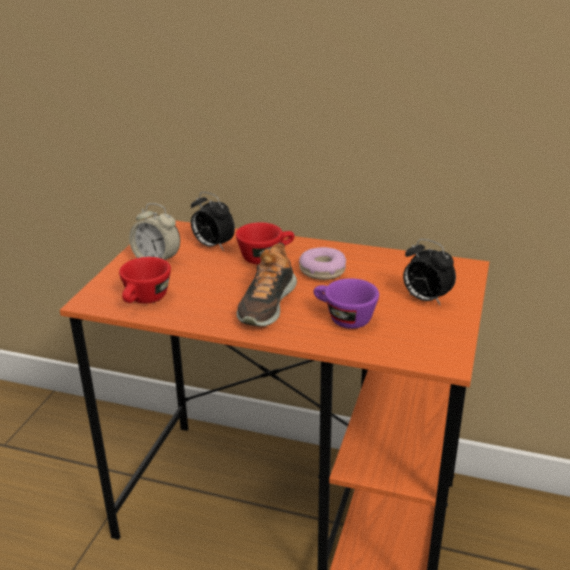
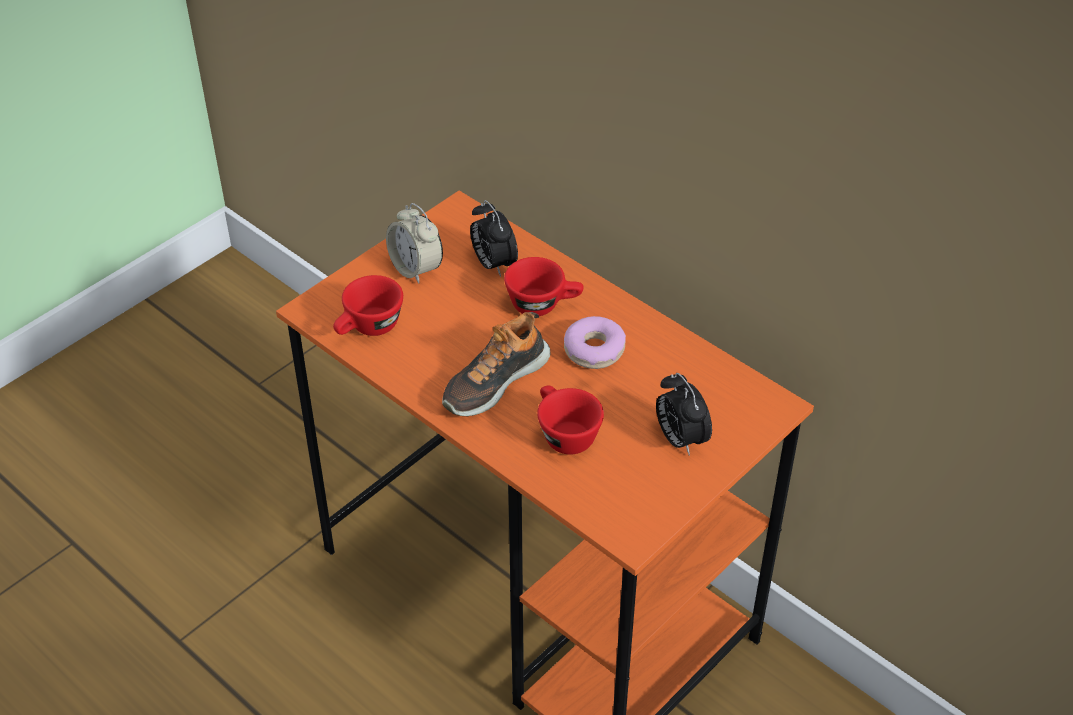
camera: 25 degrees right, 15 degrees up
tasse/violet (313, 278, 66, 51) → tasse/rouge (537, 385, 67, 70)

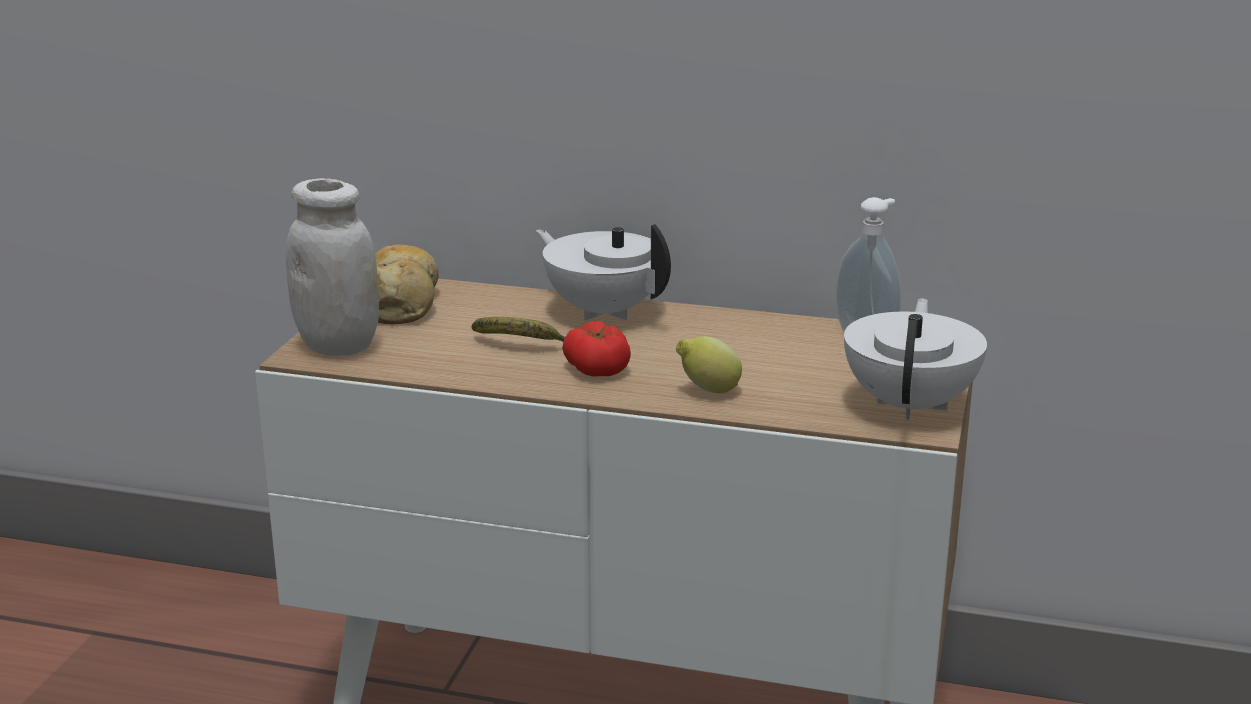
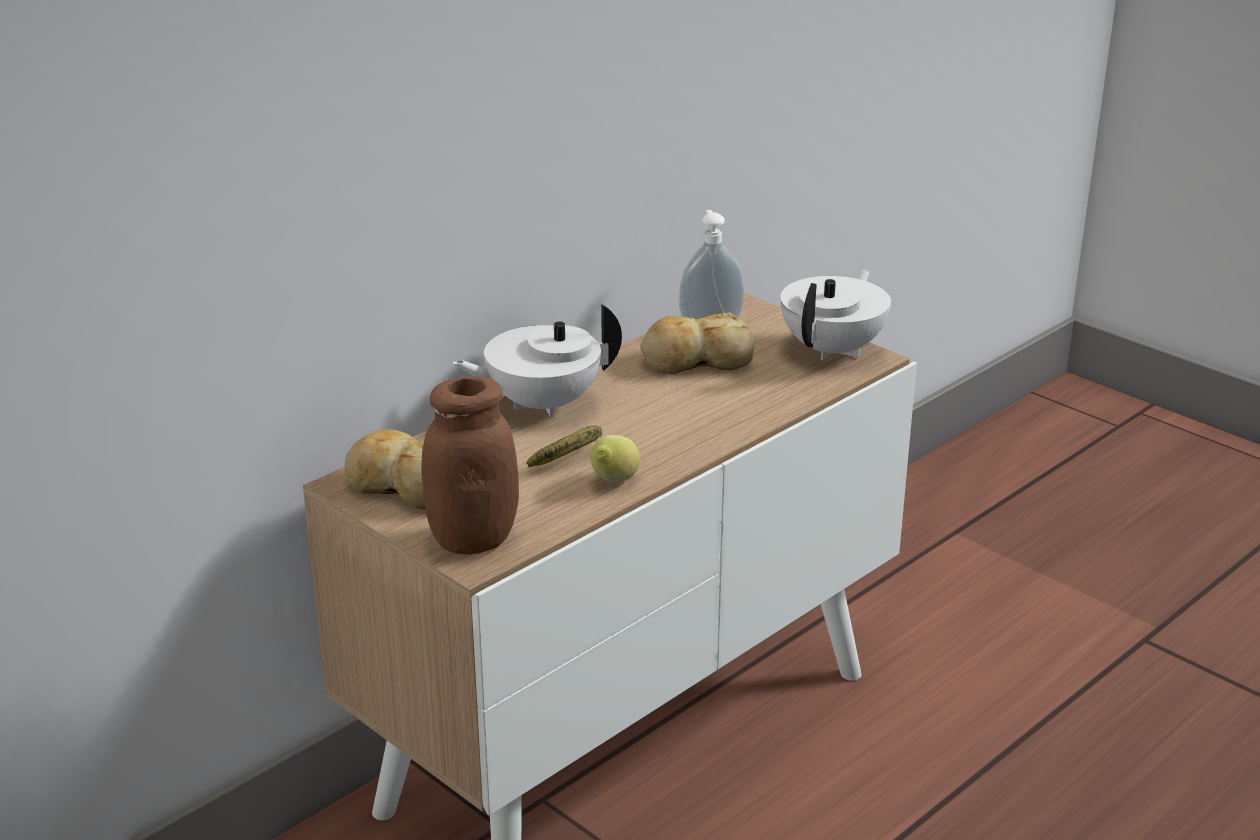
camera: 60 degrees left, 5 degrees up
tomate (562, 321, 69, 55) → -
- → pain (640, 312, 114, 62)
citron (676, 336, 66, 57) → citron (590, 435, 50, 48), moved
bocal/blanc (286, 178, 93, 178) → bocal/marron (421, 376, 98, 179)
théière/blanc (844, 298, 143, 122) → théière/blanc (780, 268, 111, 93), 75 degrees clockwise

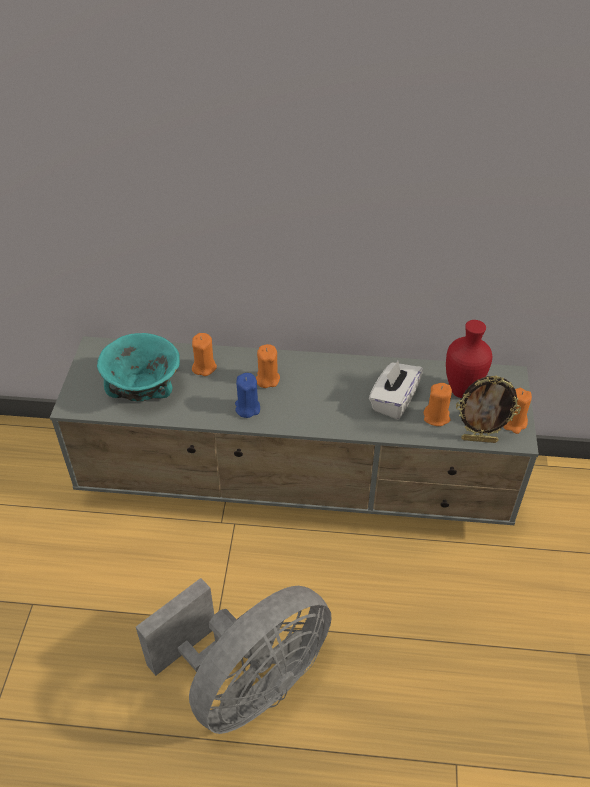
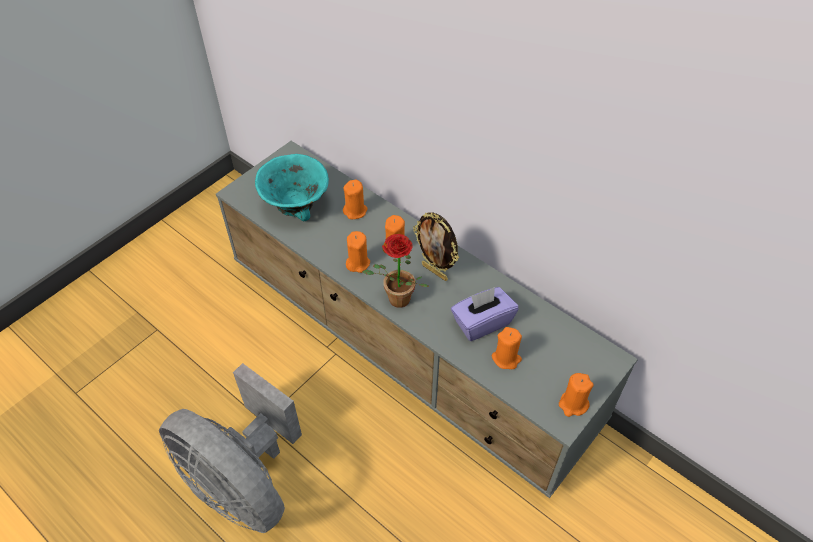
camera: 35 degrees right, 5 degrees up
vase/rouge (446, 320, 46, 78) → -
- → plante en pot (363, 234, 66, 74)
cadre photo (456, 376, 65, 67) → cadre photo (413, 212, 46, 69), moved
bougie/bleu (235, 373, 25, 45) → bougie/orange (346, 231, 24, 42)
boîte à mouchoirs/blanc (369, 361, 54, 58) → boîte à mouchoirs/violet (451, 287, 67, 54)
ventilateur/gris (136, 578, 195, 156) → ventilateur/gris (159, 363, 143, 170), 45 degrees clockwise

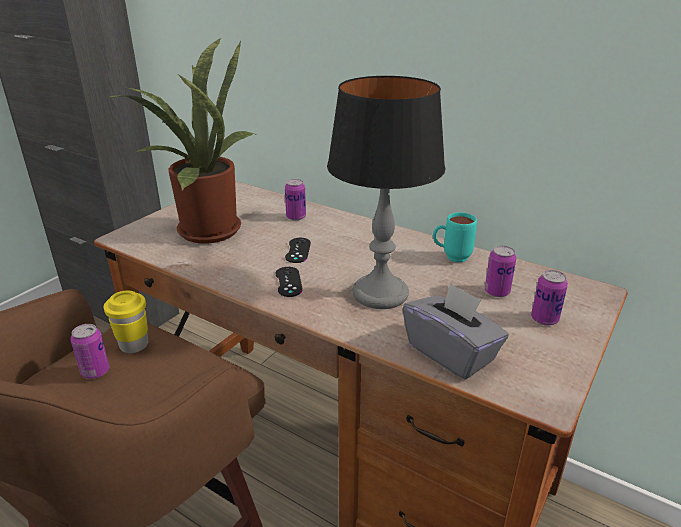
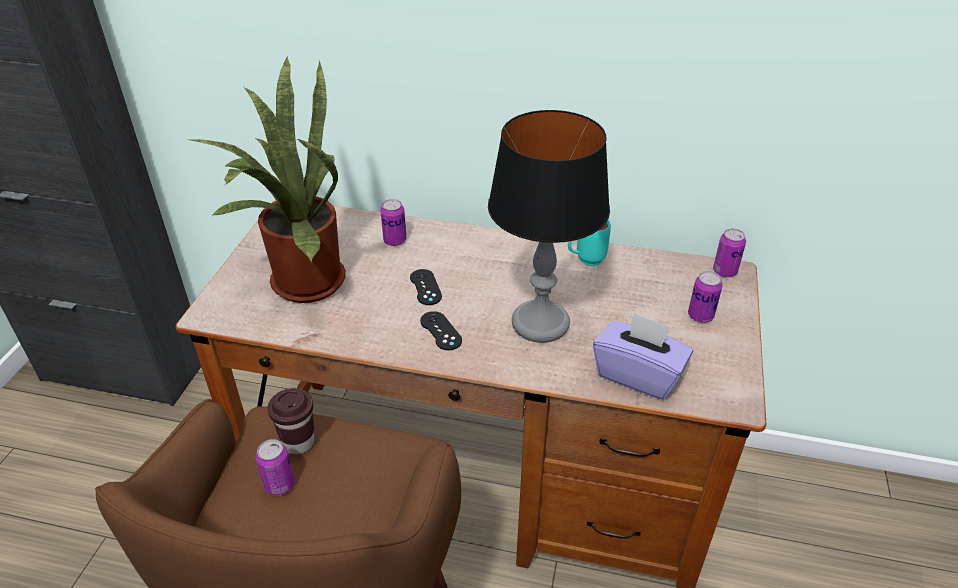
camera: 20 degrees left, 10 degrees up
boîte métallique (485, 246, 31, 51) → boîte métallique (713, 229, 33, 48), moved
tasse/jaune (104, 290, 44, 63) → tasse/marron (267, 388, 47, 66)
boîte à mouchoirs/gris (403, 282, 106, 98) → boîte à mouchoirs/violet (593, 313, 100, 87)

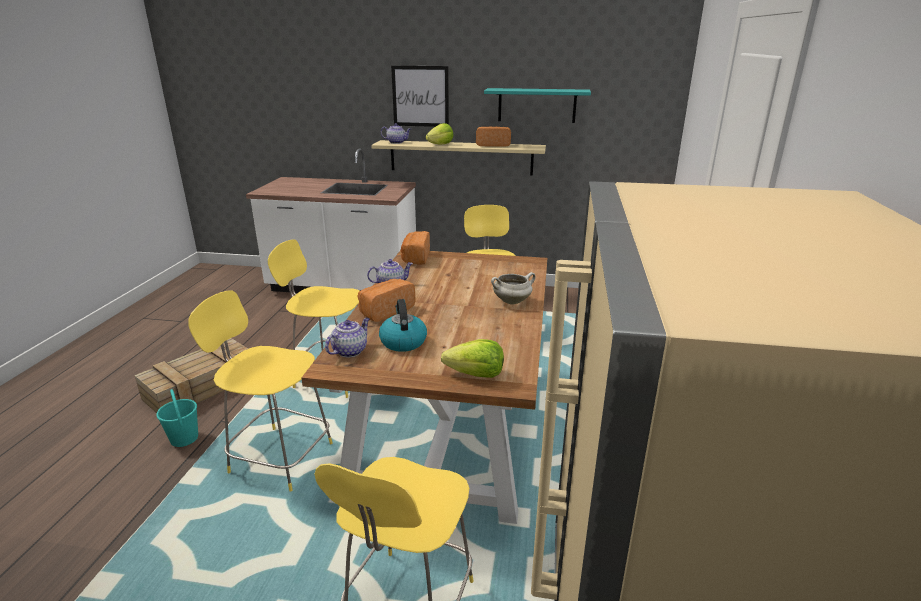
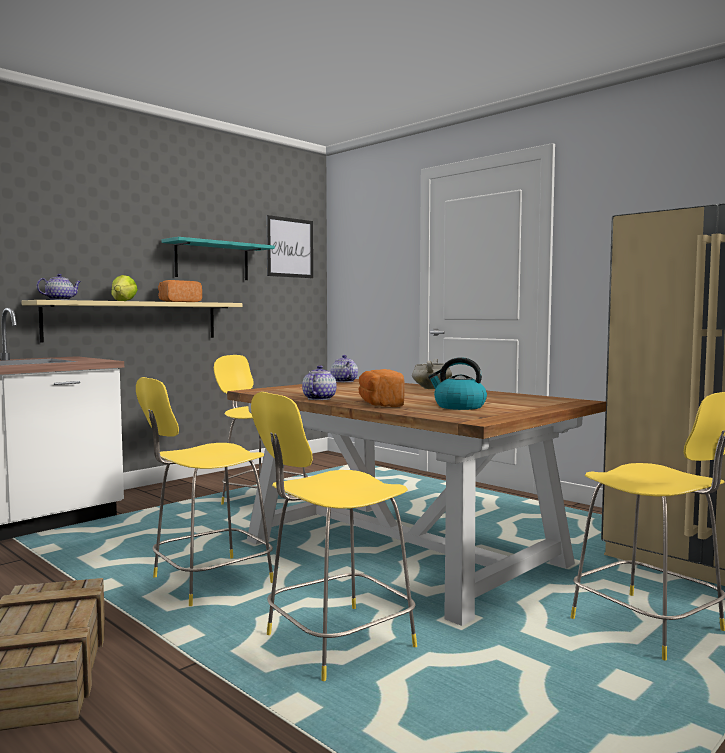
camera: 55 degrees left, 20 degrees down
seau/turquoise (156, 389, 42, 58) → -
pain (401, 231, 29, 34) → -
laitue (441, 339, 63, 39) → -
théière (325, 318, 45, 39) → théière (331, 355, 27, 27), moved
tableau (391, 66, 58, 61) → tableau (266, 215, 47, 63), moved

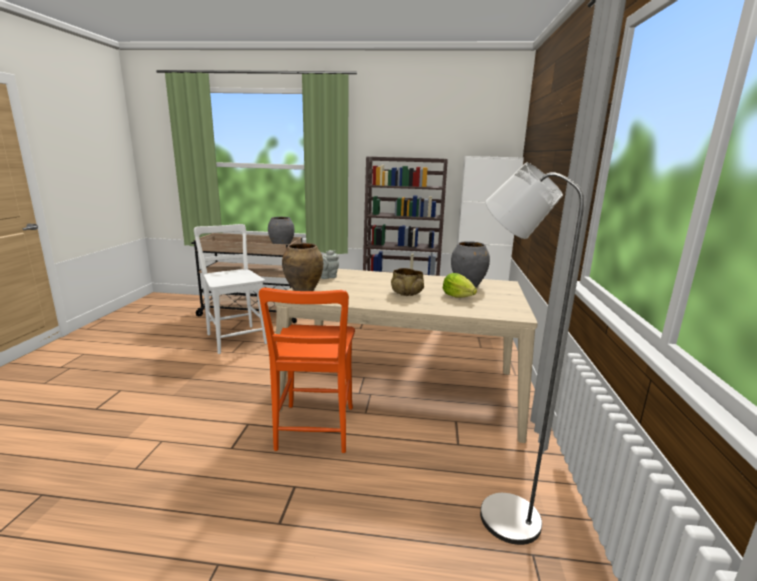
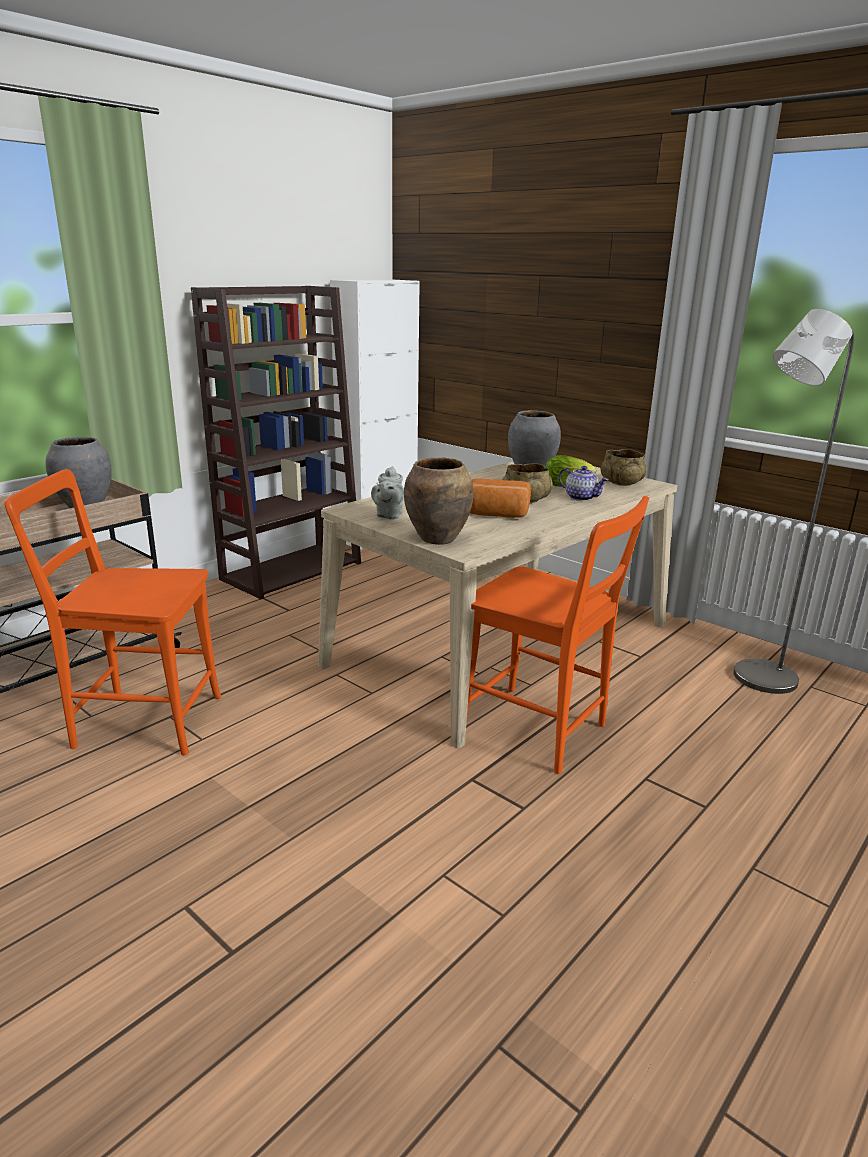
camera: 55 degrees left, 5 degrees up
- → pain (470, 478, 61, 40)
- → théière (559, 466, 50, 35)
- → bol/beige (601, 449, 46, 37)
chaise/blanc (194, 224, 73, 130) → chaise/orange (4, 469, 217, 286)

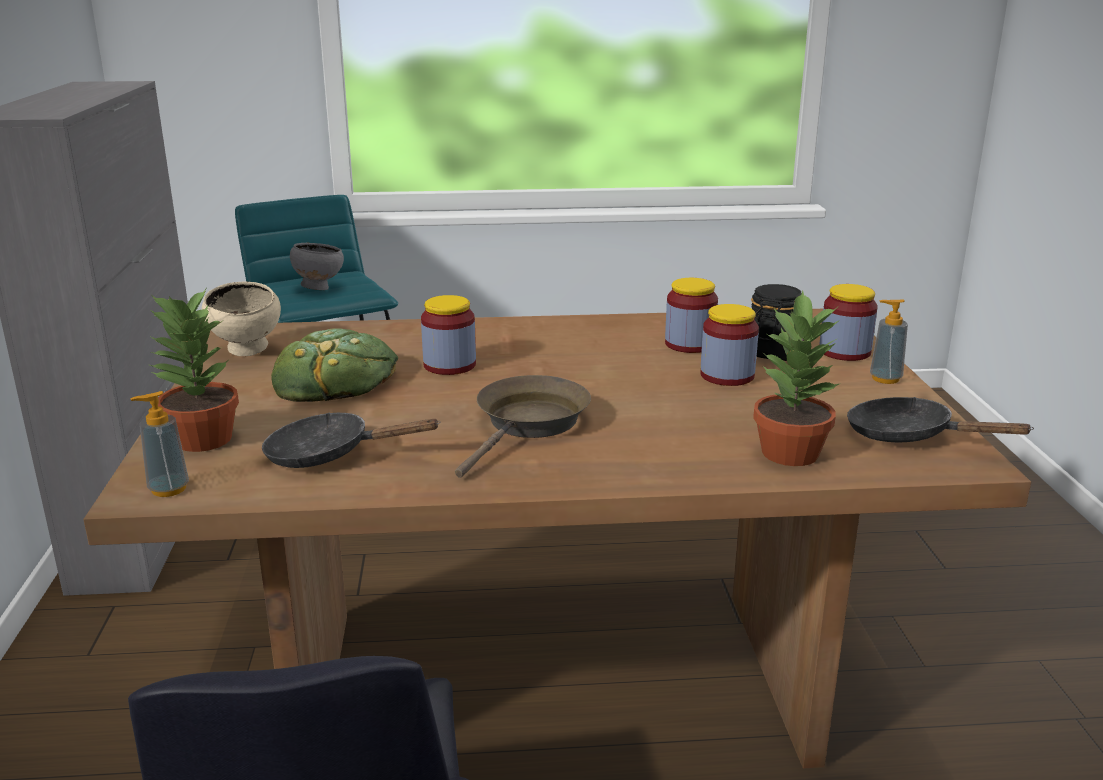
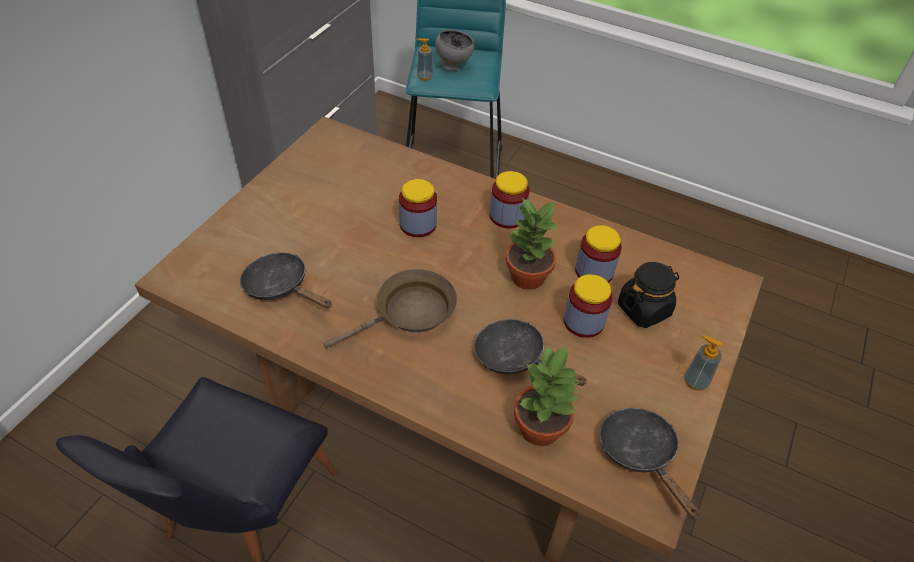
camera: 30 degrees right, 25 degrees up
bol/beige (202, 281, 79, 75) → -
pain (271, 328, 127, 74) → -
- → poêle/noir (474, 319, 113, 67)
distributeur de savon (130, 391, 59, 106) → distributeur de savon (416, 38, 17, 43), moved
plante en pot (150, 289, 89, 163) → plante en pot (506, 198, 54, 92), moved
bocal (819, 284, 59, 77) → bocal (490, 171, 40, 58), moved

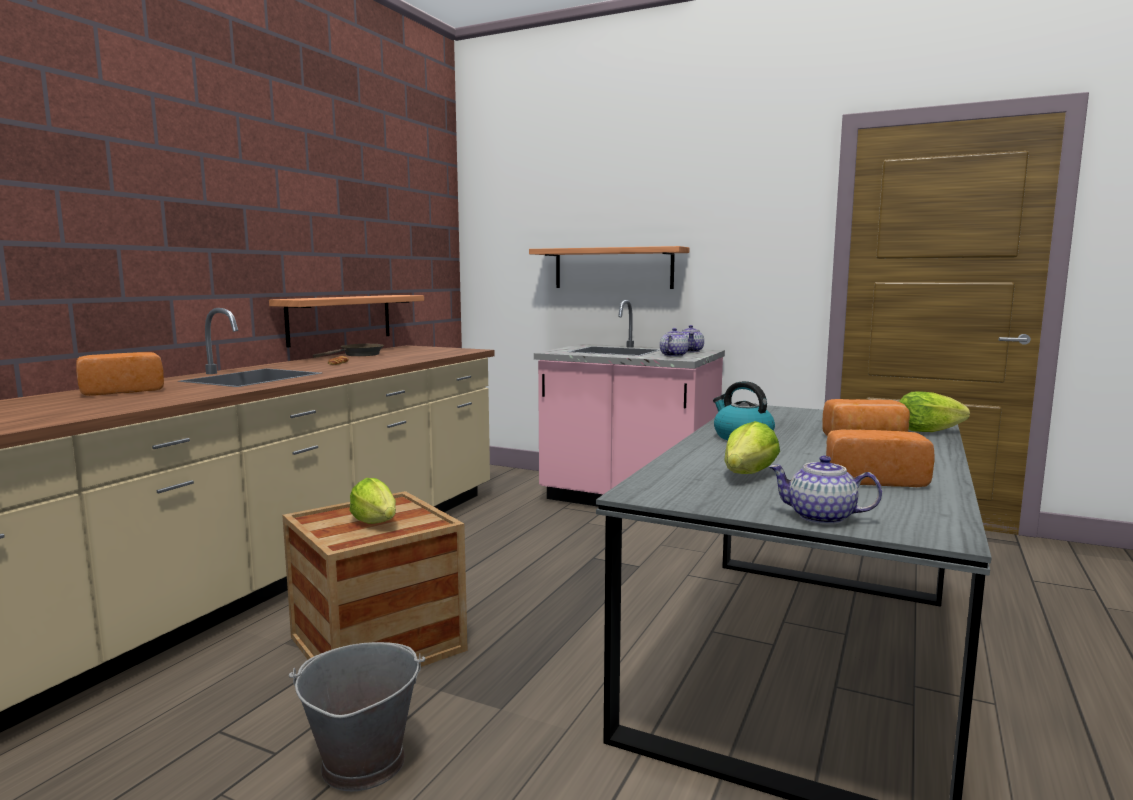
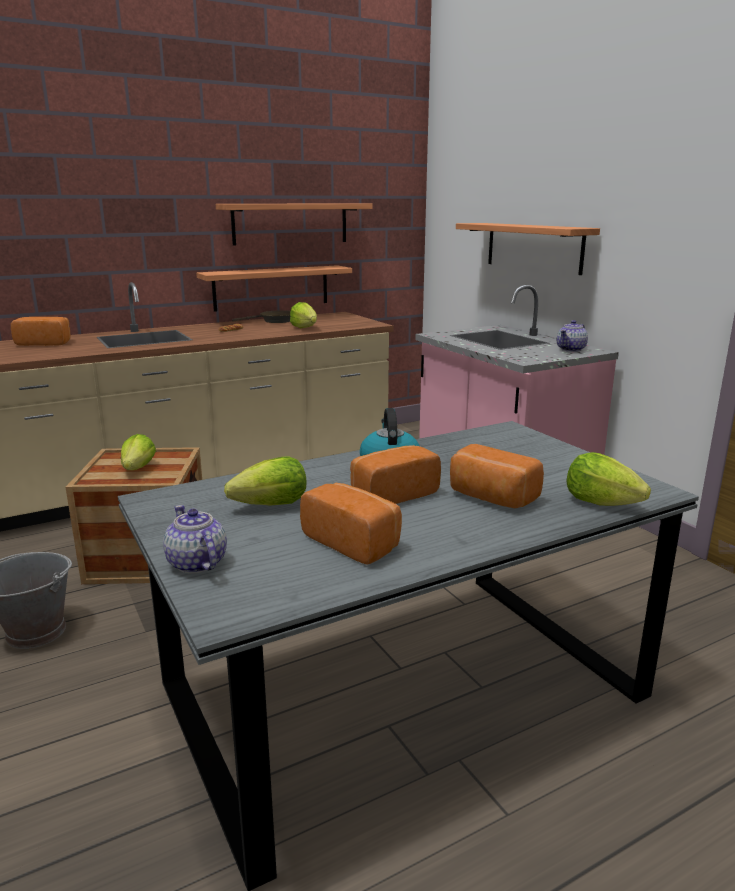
camera: 35 degrees right, 10 degrees up
théière (660, 328, 29, 29) → -
- → étagère (216, 203, 156, 43)
- → laitue (290, 302, 27, 26)
- → pain (350, 445, 91, 59)

